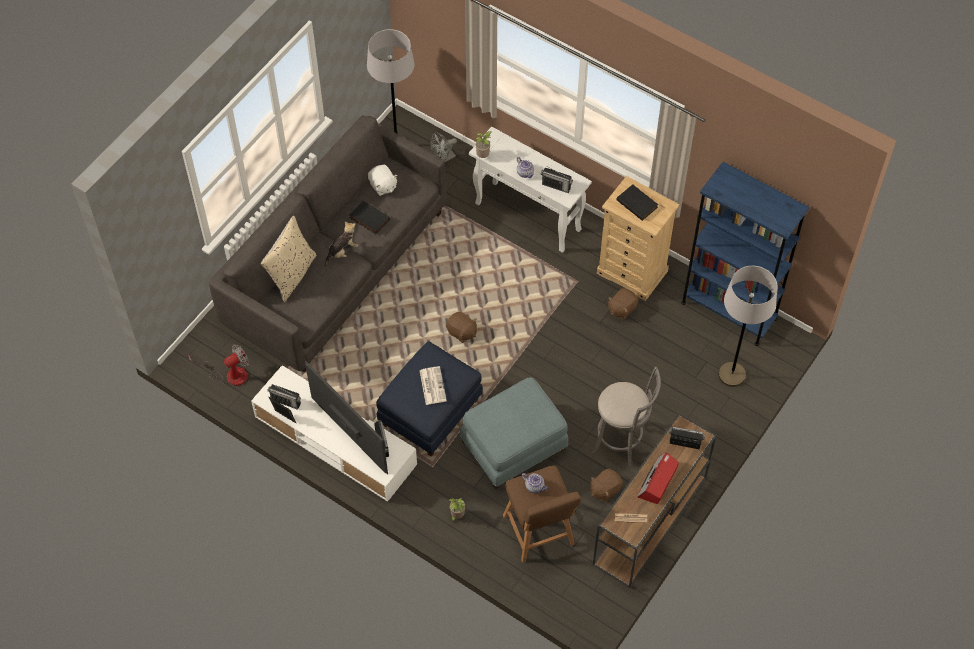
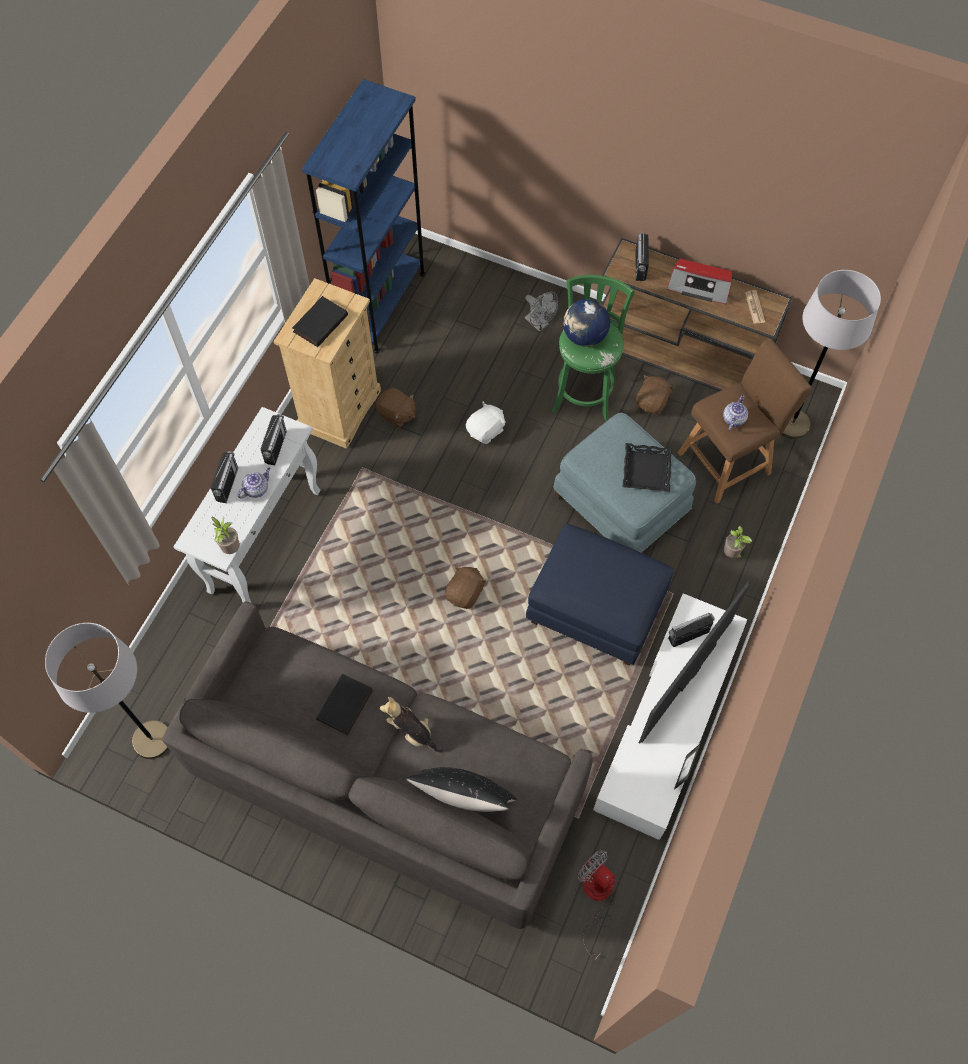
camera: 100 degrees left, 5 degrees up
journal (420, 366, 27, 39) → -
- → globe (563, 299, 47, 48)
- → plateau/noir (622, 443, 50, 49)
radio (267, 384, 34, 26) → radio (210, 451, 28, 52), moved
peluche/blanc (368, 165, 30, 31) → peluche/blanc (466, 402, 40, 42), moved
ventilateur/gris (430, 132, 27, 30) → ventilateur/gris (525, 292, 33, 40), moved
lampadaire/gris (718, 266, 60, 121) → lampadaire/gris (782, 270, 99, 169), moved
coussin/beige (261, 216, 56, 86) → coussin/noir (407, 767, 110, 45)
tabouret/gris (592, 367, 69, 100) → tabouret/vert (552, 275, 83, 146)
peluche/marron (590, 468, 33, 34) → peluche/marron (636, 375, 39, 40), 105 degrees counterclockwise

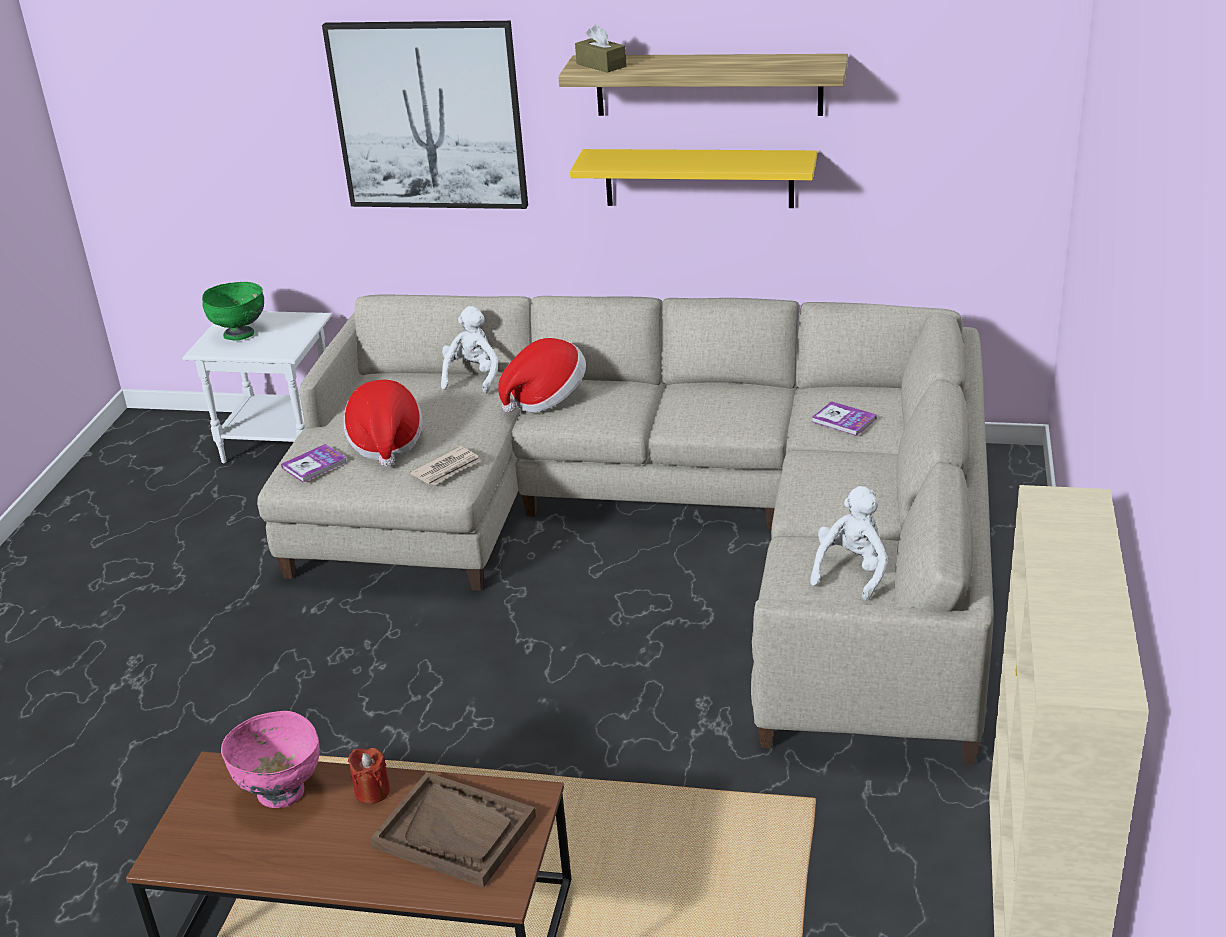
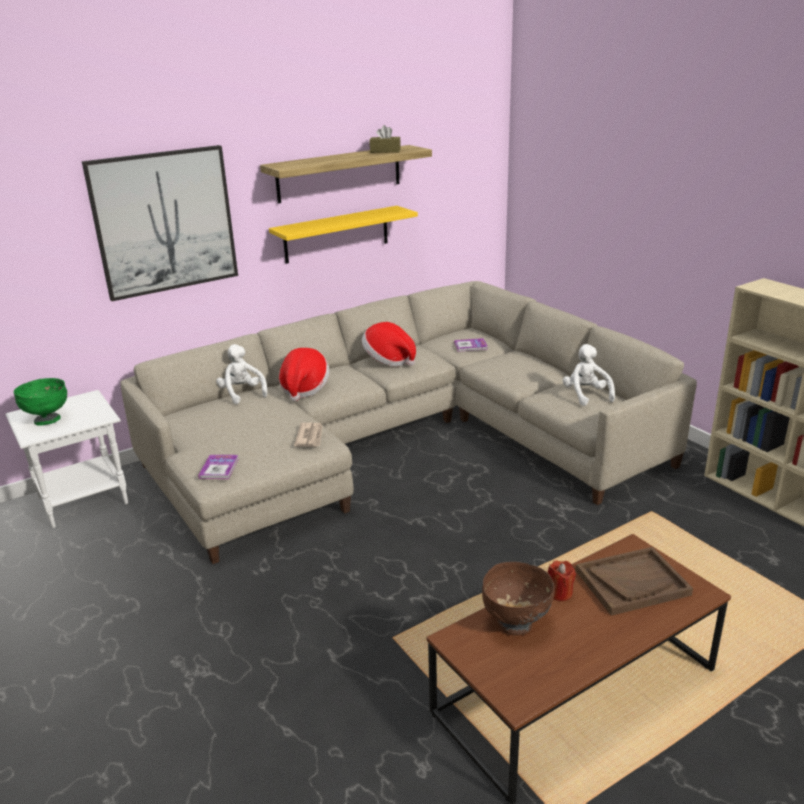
camera: 45 degrees left, 5 degrees down
chapeau (344, 380, 79, 87) → chapeau (362, 322, 54, 44), moved
boîte à mouchoirs/marron (575, 24, 52, 49) → boîte à mouchoirs/marron (370, 125, 31, 28), moved
bol/rose (221, 711, 99, 97) → bol/marron (482, 562, 72, 74)

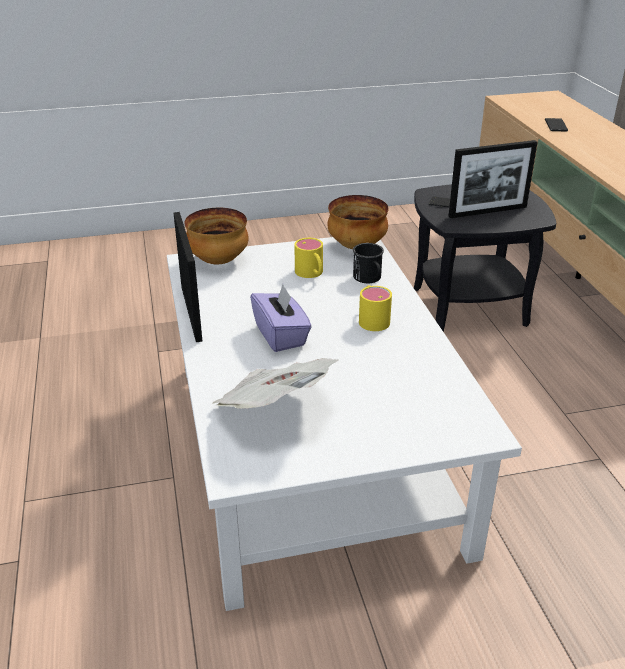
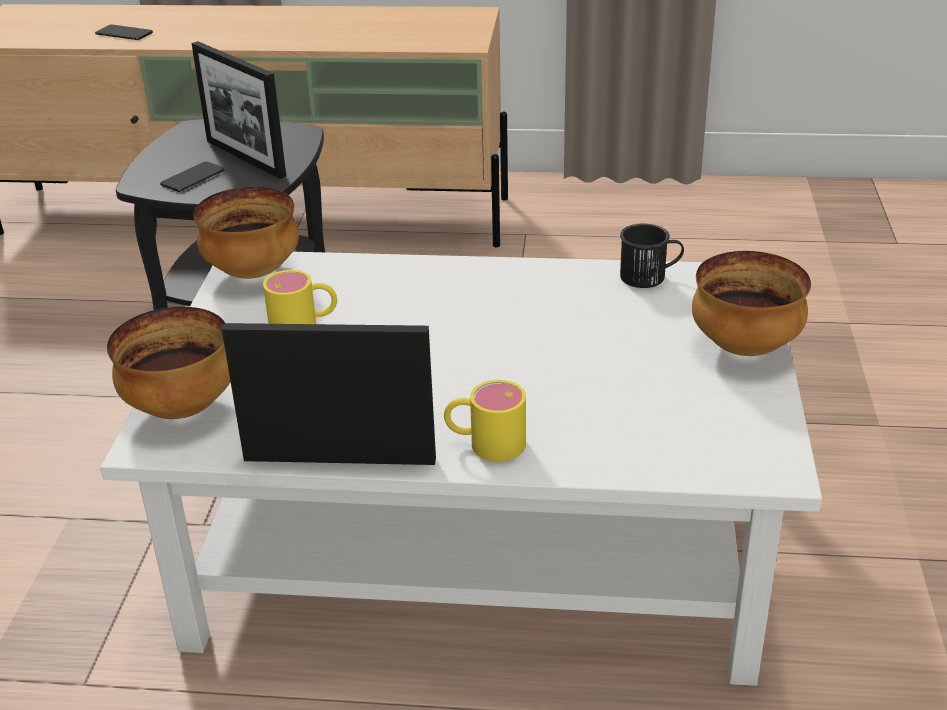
camera: 70 degrees left, 0 degrees up
journal (213, 358, 126, 51) → -
boîte à mouchoirs/violet (250, 284, 62, 68) → -
- → bol (692, 251, 119, 105)
mug/noir (353, 243, 31, 40) → mug/noir (620, 223, 64, 65), moved
mug/jaune (359, 285, 33, 46) → mug/jaune (444, 380, 82, 82), moved
cadre photo (449, 140, 89, 78) → cadre photo (191, 41, 95, 138), 135 degrees clockwise

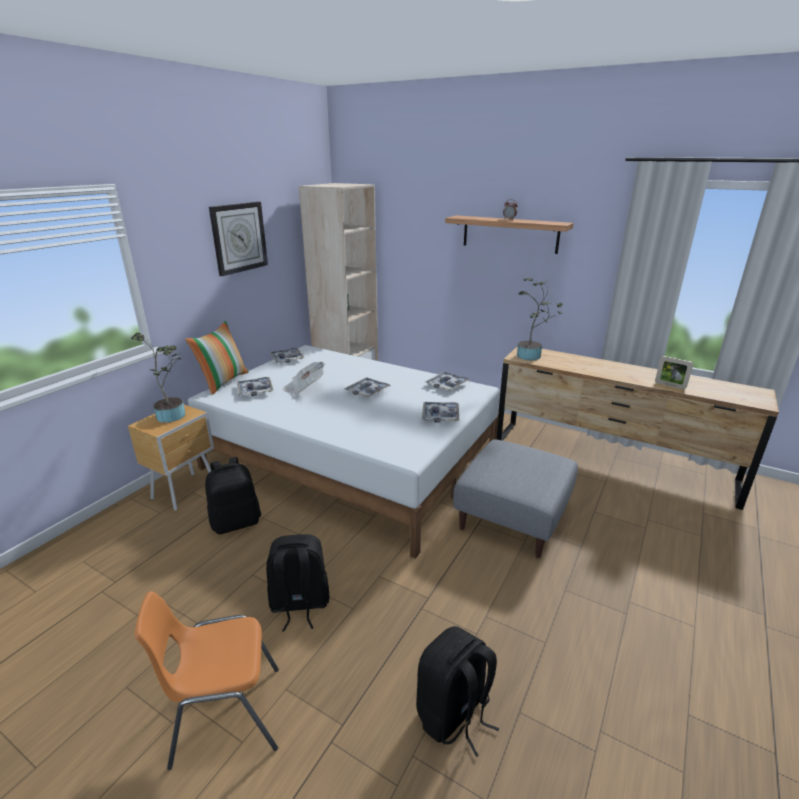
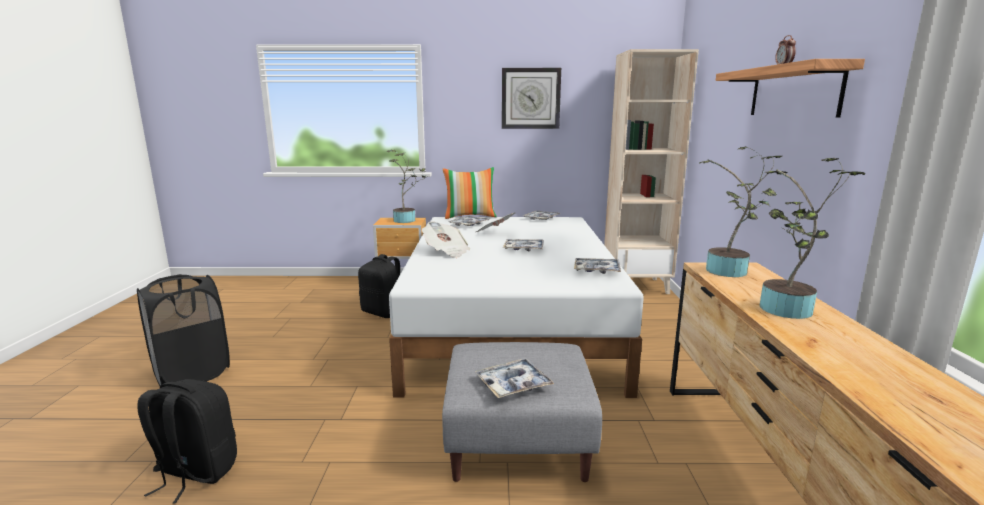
camera: 60 degrees right, 10 degrees down
sac à dos/noir (266, 534, 63, 98) → -
cadre photo (655, 356, 38, 33) → -
- → journal (422, 221, 48, 37)
- → plante en pot (760, 157, 105, 162)
plateau (422, 402, 37, 21) → plateau (475, 359, 79, 39), moved
chaise/orange (134, 591, 145, 179) → panier à linge/noir (137, 274, 93, 112)

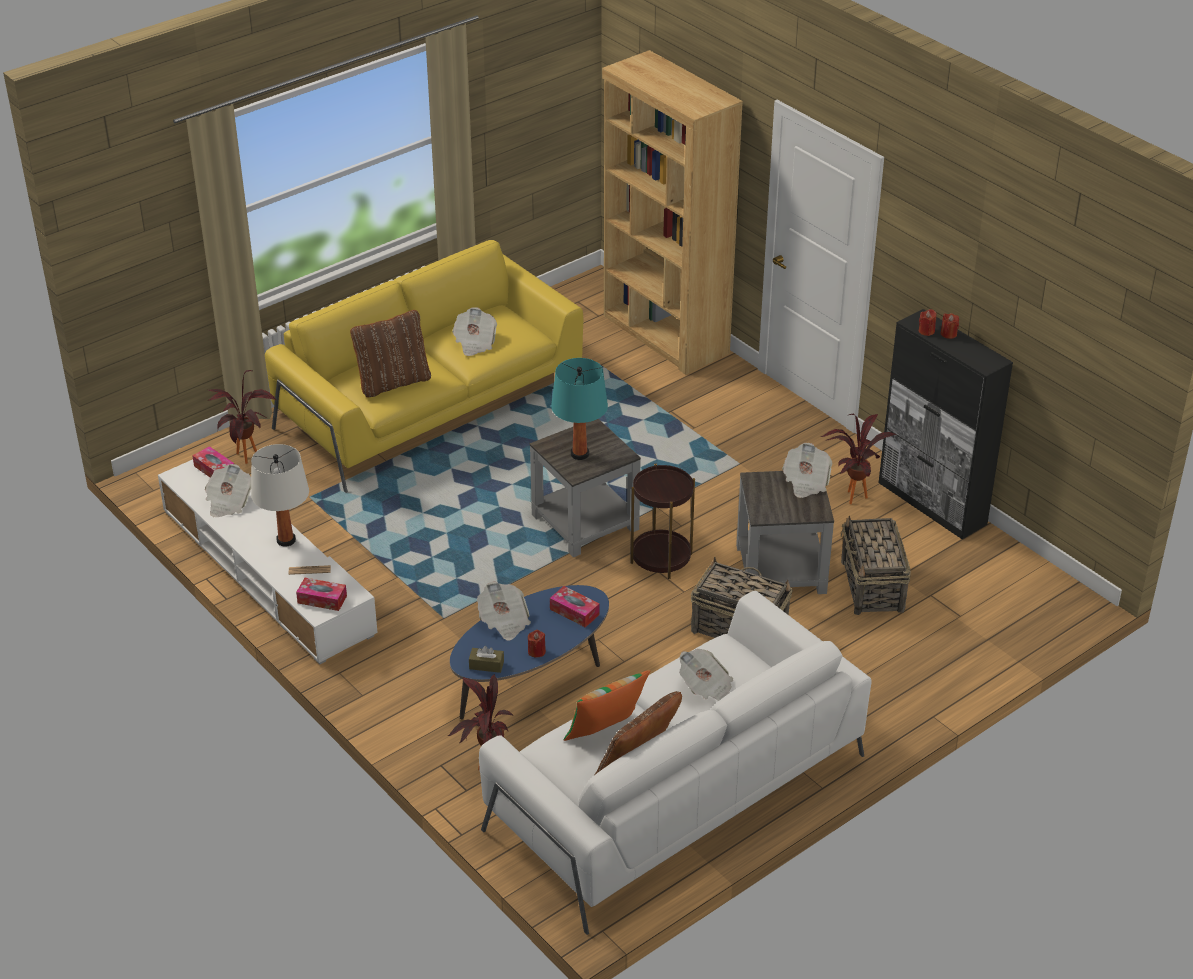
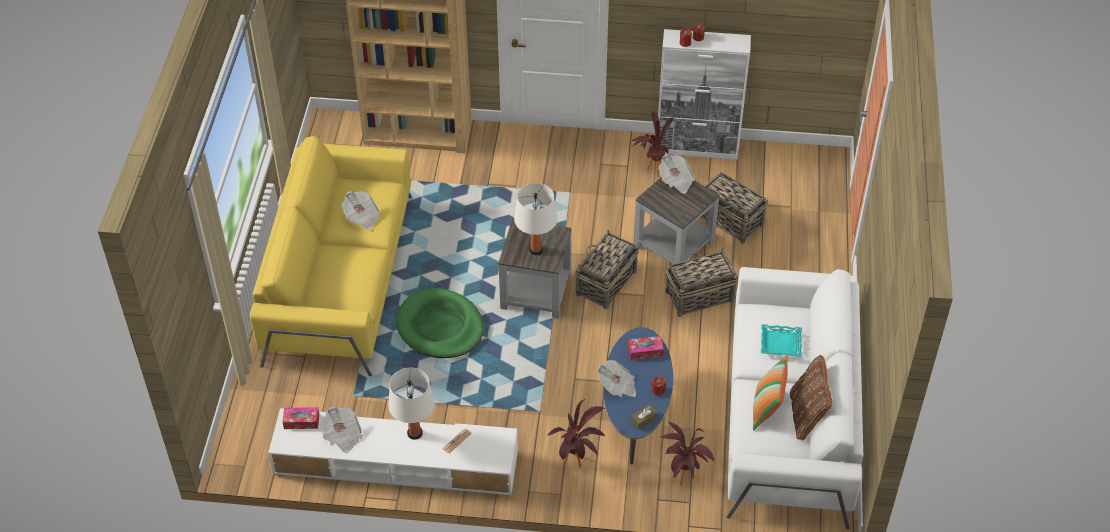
camera: 45 degrees left, 10 degrees up
boîte à mouchoirs (296, 578, 51, 33) → -
coussin/marron (350, 310, 81, 88) → -
- → panier pour chien/vert (396, 288, 88, 70)
plante en pot (208, 370, 68, 94) → plante en pot (548, 399, 58, 69), moved
table d'appoint/marron (630, 464, 65, 115) → panier (575, 230, 64, 79)
journal (679, 649, 54, 52) → plateau/turquoise (761, 324, 41, 33)
lampe de table/turquoise (551, 358, 57, 102) → lampe de table/blanc (514, 183, 44, 72)
meuble de rangement/noir (879, 309, 134, 230) → meuble de rangement/blanc (658, 29, 93, 130)

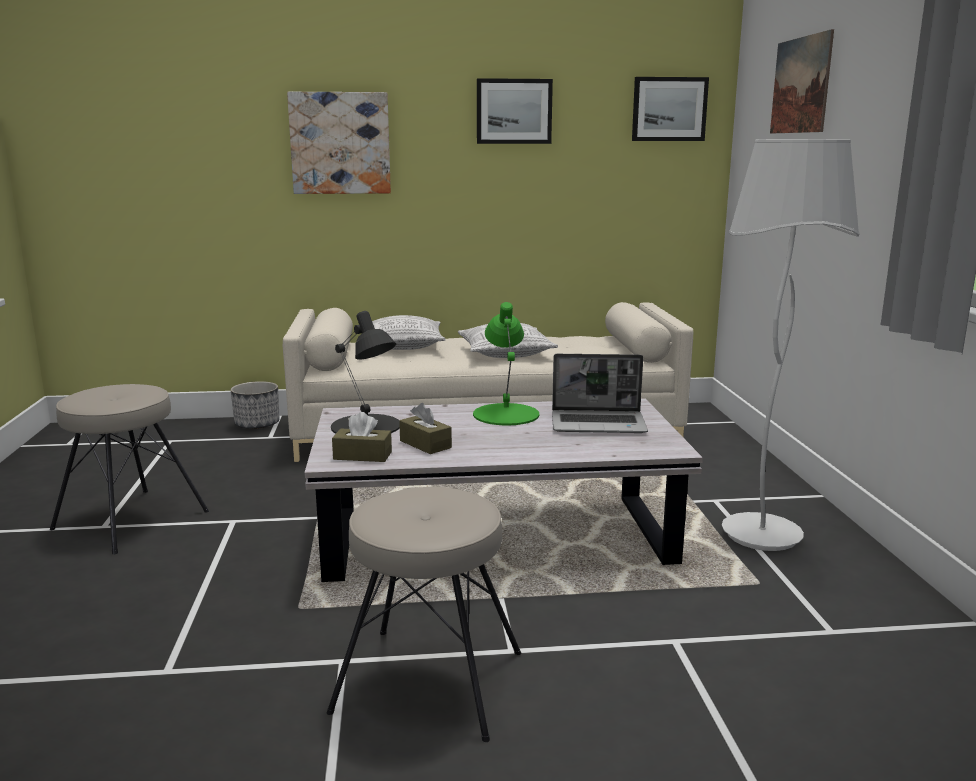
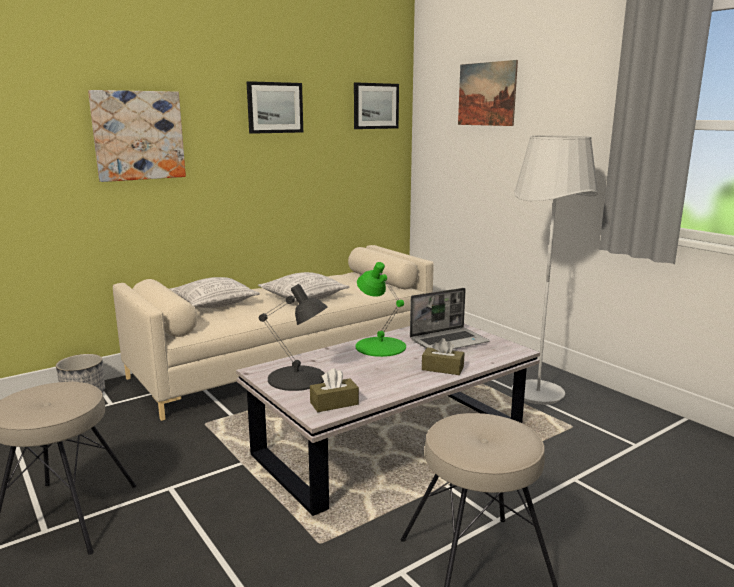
camera: 30 degrees left, 0 degrees up
boîte à mouchoirs/marron (399, 403, 53, 51) → boîte à mouchoirs/marron (422, 338, 42, 37), moved

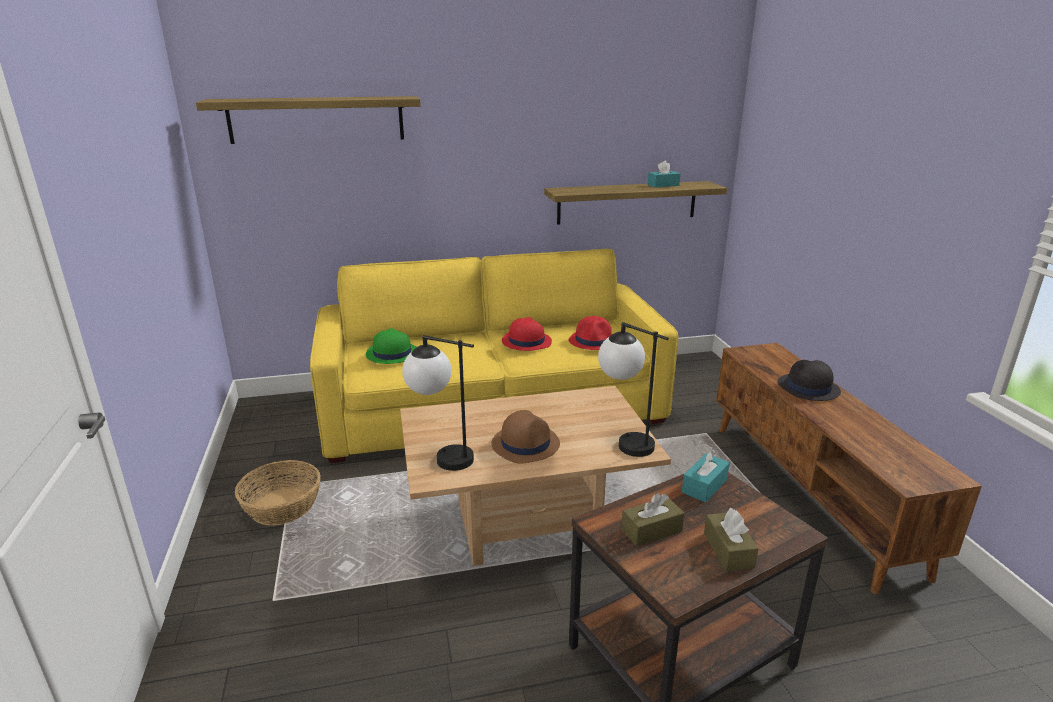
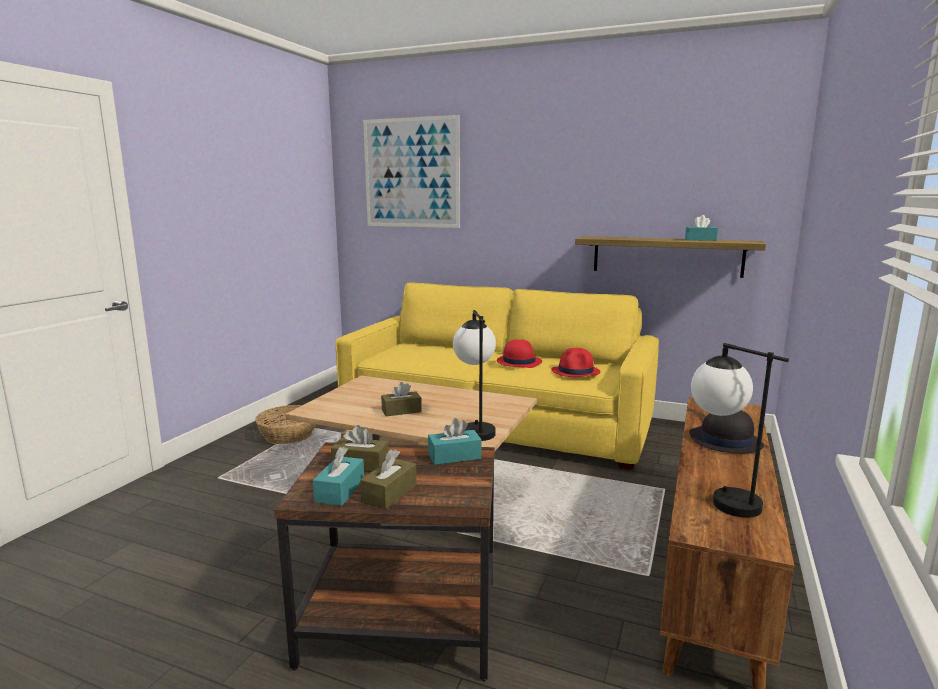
camera: 35 degrees right, 10 degrees down
chapeau/vert (366, 328, 50, 36) → -
- → boîte à mouchoirs/turquoise (313, 447, 51, 59)
lampe de table (402, 335, 72, 136) → lampe de table (691, 343, 98, 175), moved
étagère (196, 96, 225, 48) → tableau (363, 115, 97, 113)
chapeau/marron (491, 410, 69, 54) → boîte à mouchoirs/marron (381, 382, 40, 34)

